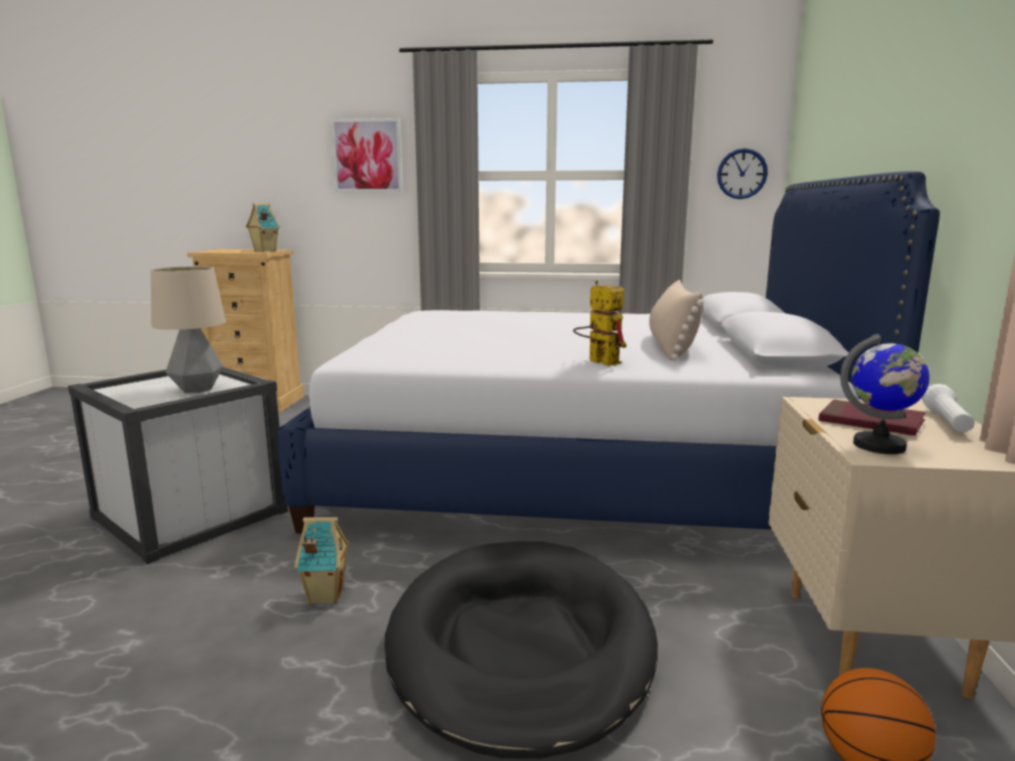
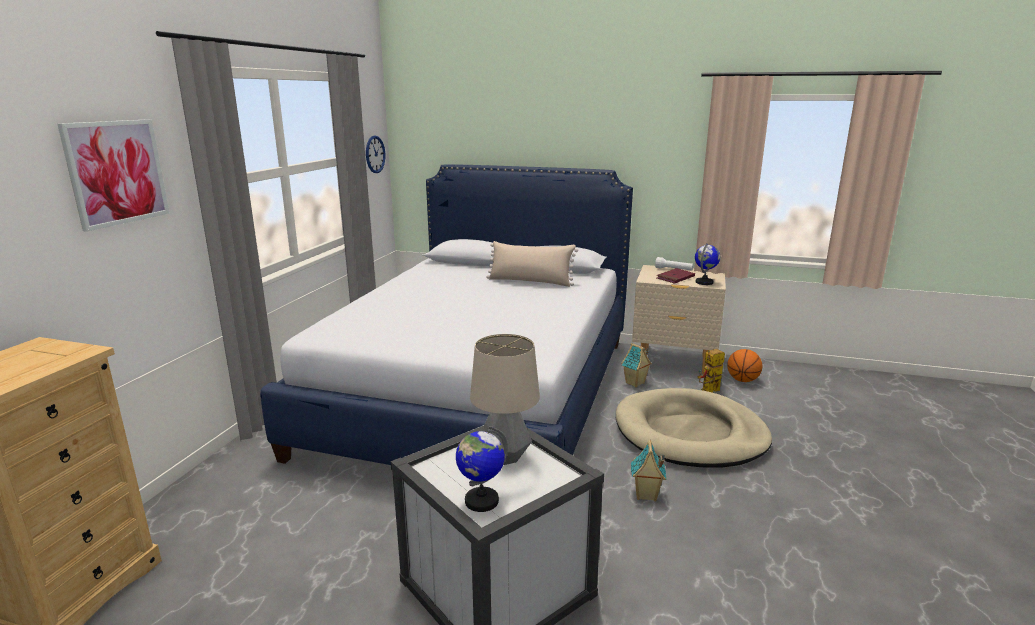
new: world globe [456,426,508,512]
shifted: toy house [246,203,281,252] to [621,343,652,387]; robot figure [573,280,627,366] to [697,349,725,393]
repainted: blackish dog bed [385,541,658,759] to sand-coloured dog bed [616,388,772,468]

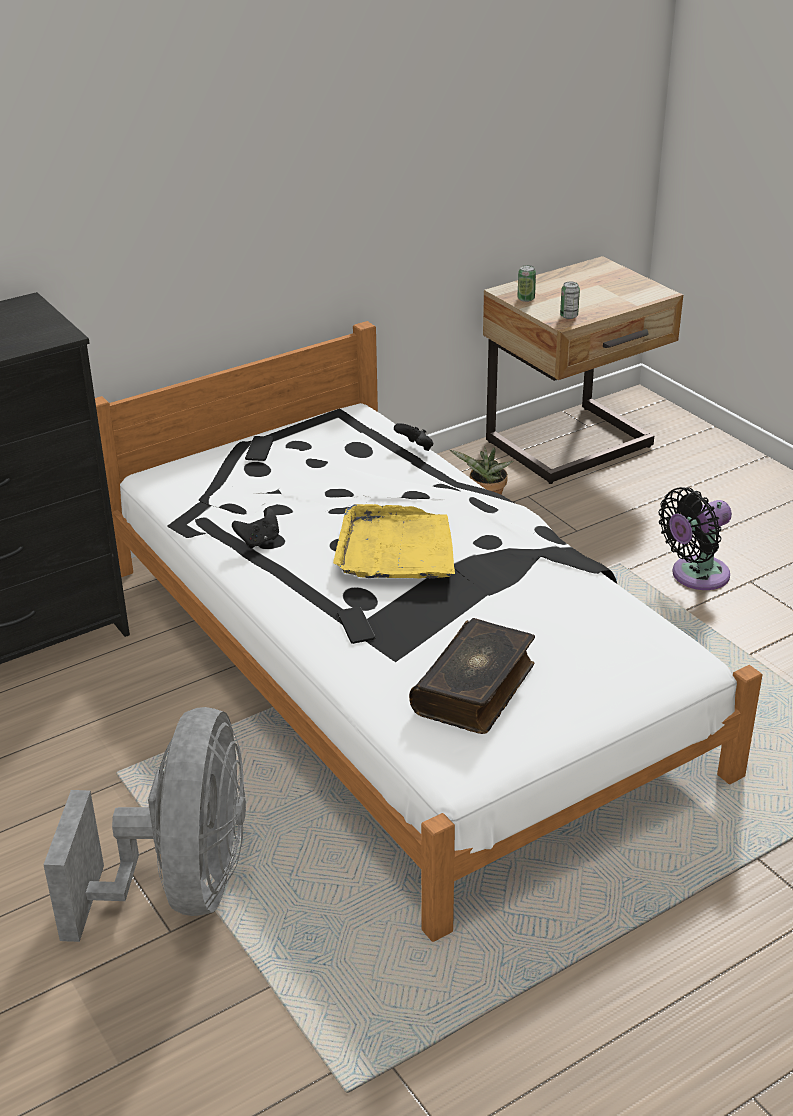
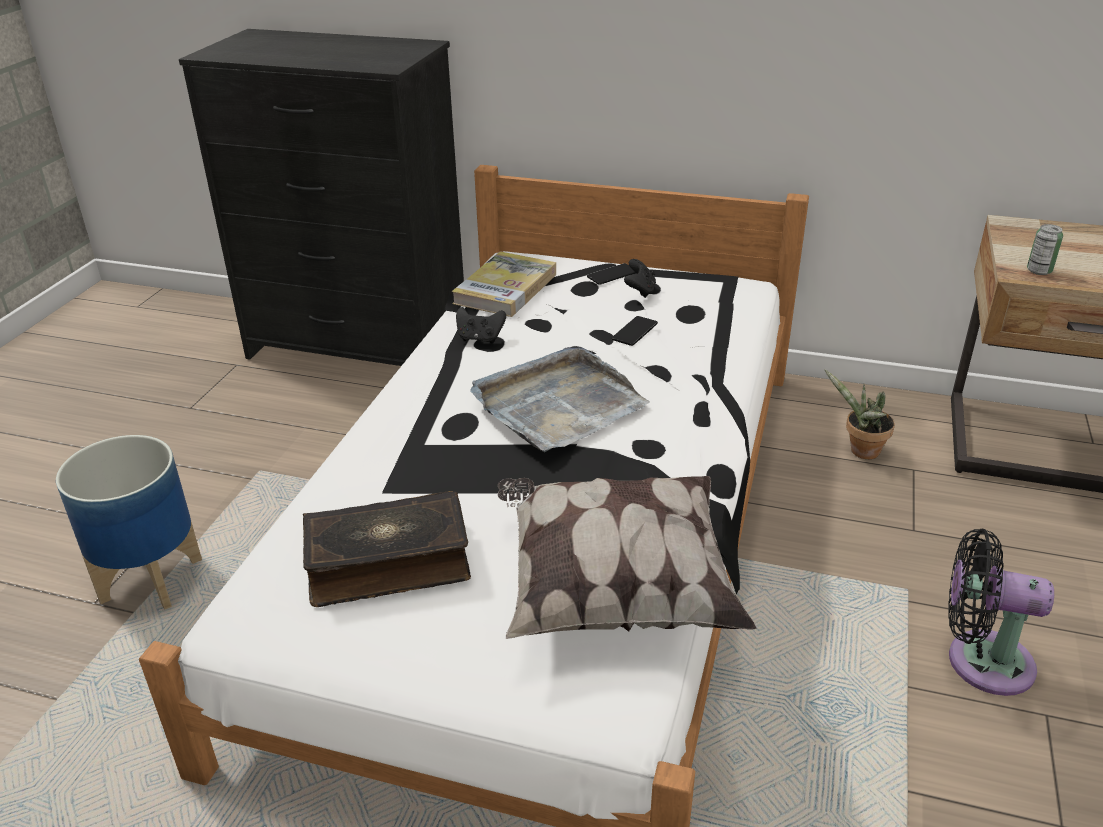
gone: metal can [517,265,536,302]
new: bound book [452,251,556,317]; throw pillow [498,476,757,639]
shifted: telephone [337,607,376,644] to [612,316,658,346]; blackish game controller [394,423,433,451] to [624,259,656,298]
swapped: grey electric fan [43,707,246,942] to planter [56,435,202,609]
repainted: yellow-coloured carrying tray [333,504,455,578] to grey carrying tray [470,347,649,452]

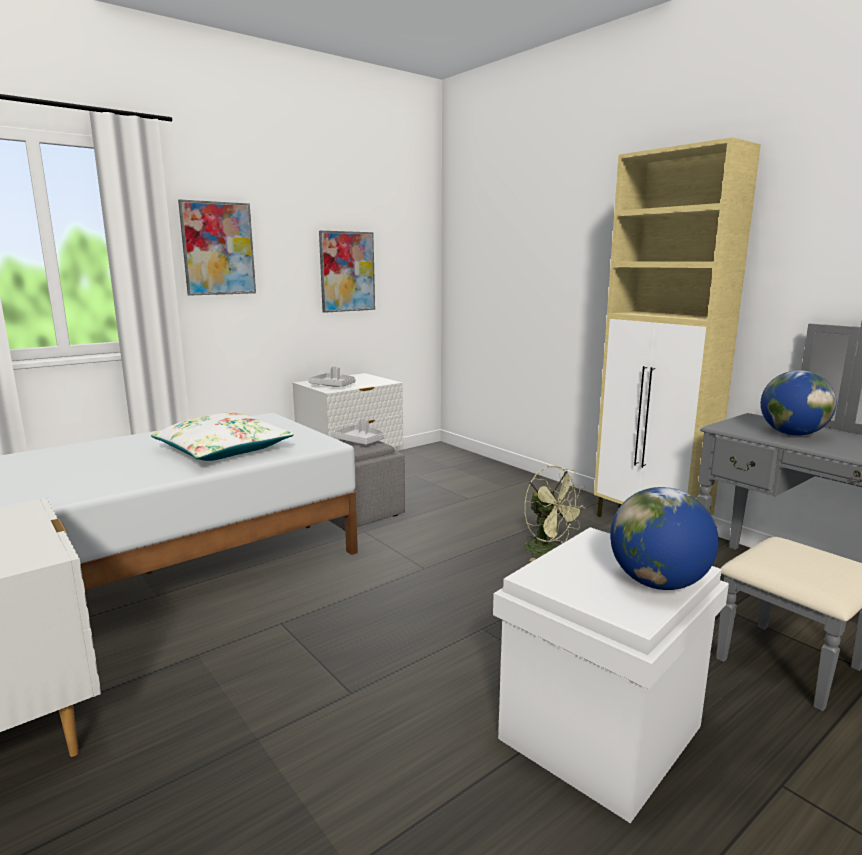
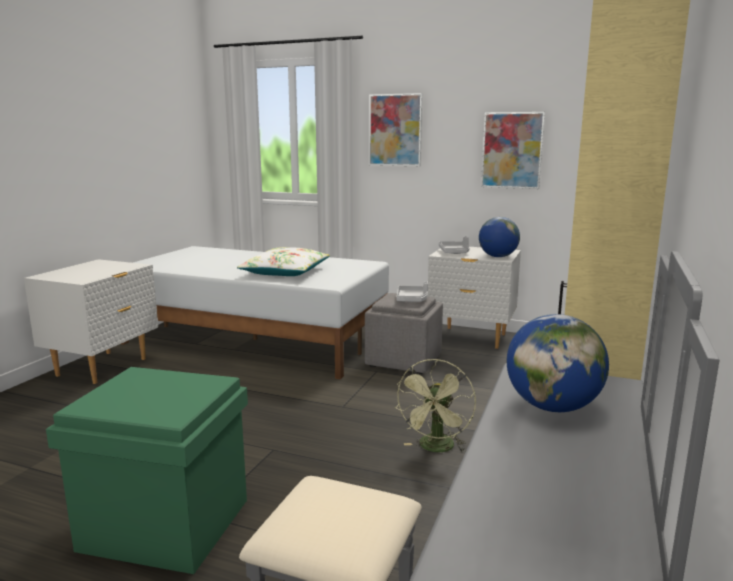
shifted: world globe [610,487,719,590] to [479,217,520,257]
repainted: white-coloured storage bin [493,527,729,823] to greenish storage bin [46,367,248,574]

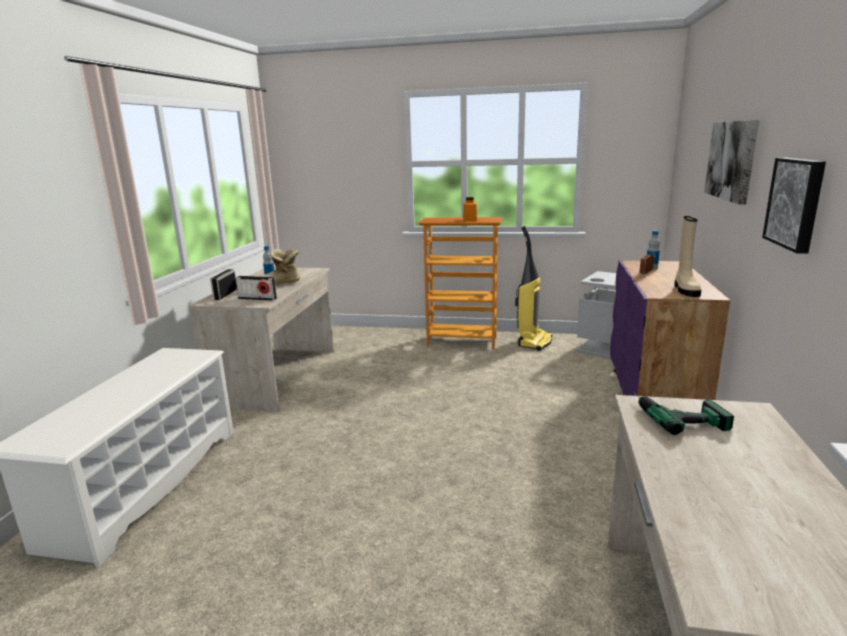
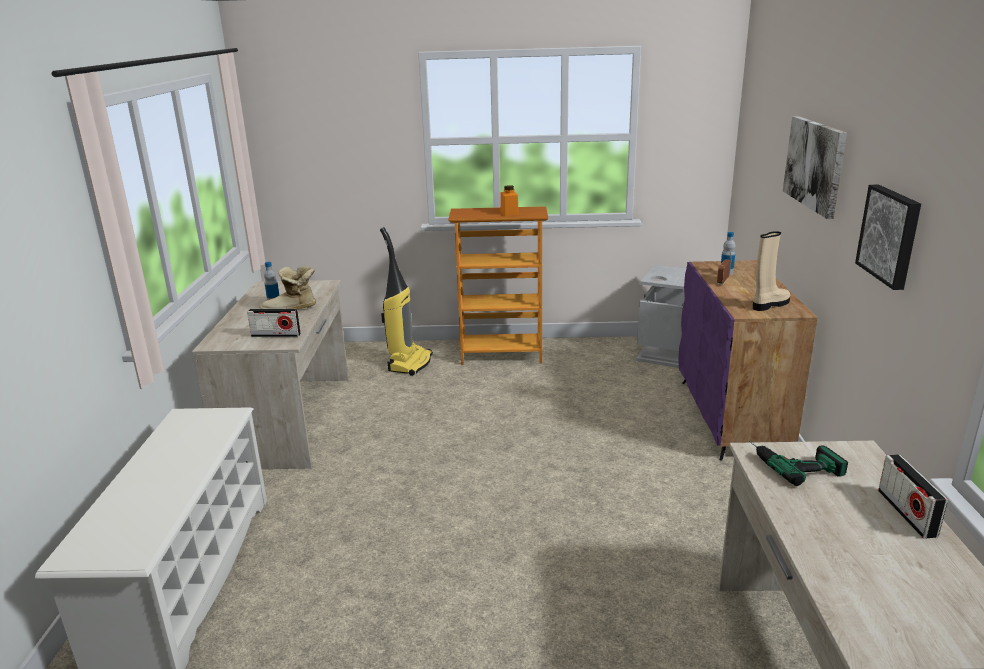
shifted: hoover [515,226,552,351] to [380,227,433,376]; radio set [210,269,237,300] to [878,454,948,538]
rotated: sand-coloured high-top boot [675,216,701,297] = [753,231,791,311] 120 degrees counterclockwise

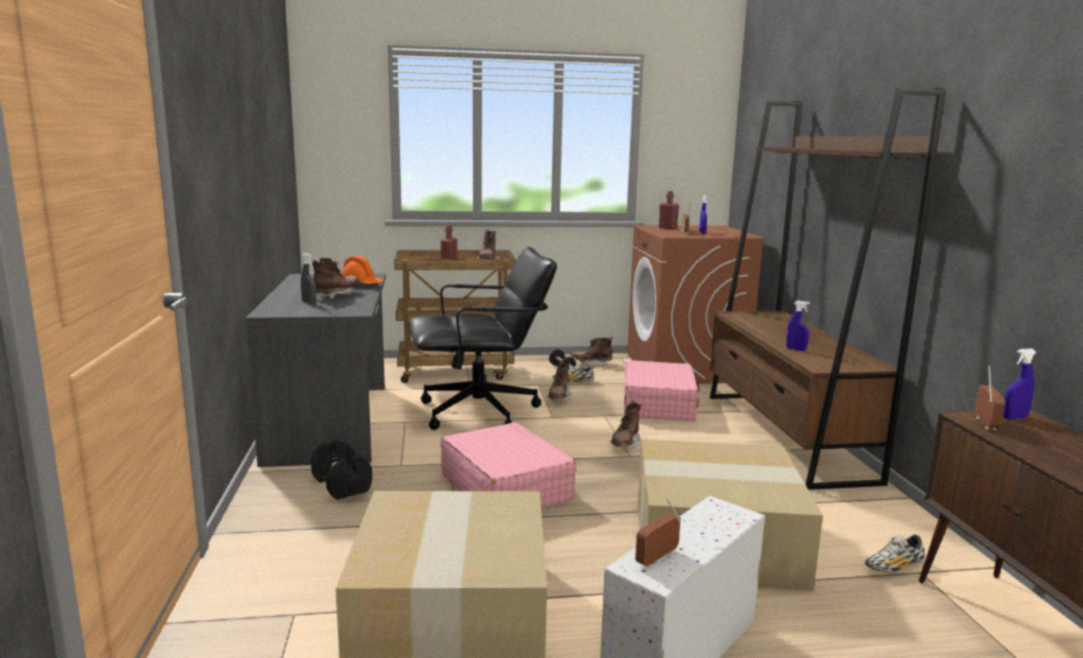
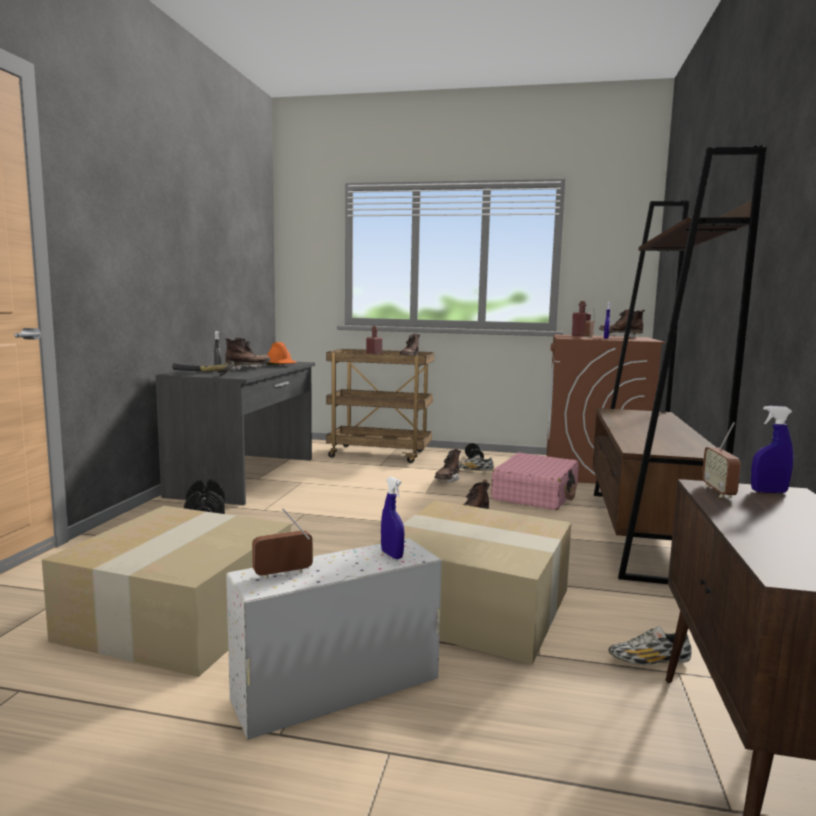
gone: blackish desk chair [408,247,557,430]; pinkish travel case [440,422,576,508]
new: hammer [172,361,235,376]
shifted: blue hand sprayer [786,301,810,351] to [381,477,404,559]; brown high-top boot [570,336,613,366] to [599,310,645,338]
rotated: radio set [975,366,1005,430] = [702,422,741,498] 150 degrees clockwise

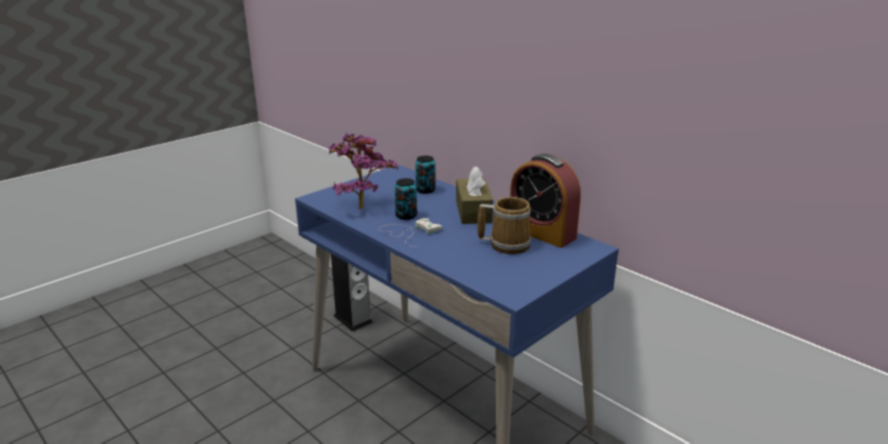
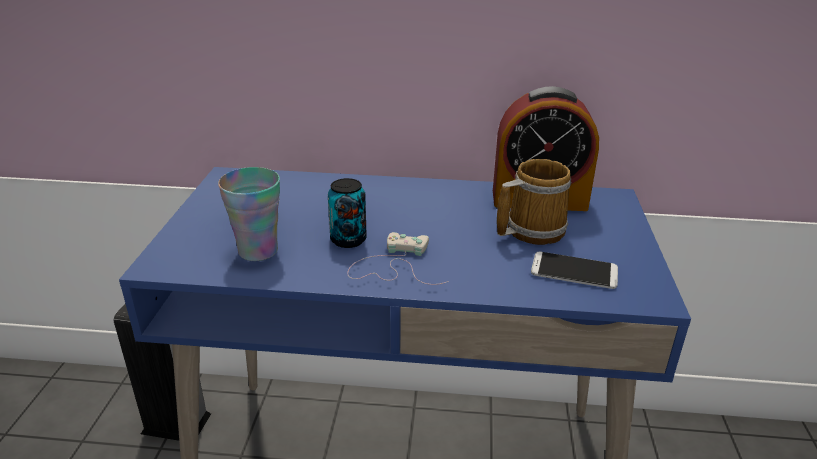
gone: metal can [415,156,436,194]; brown tissue holder [456,167,493,224]
new: telephone [531,252,618,289]
swapped: plant in a pot [329,133,398,210] to small cup [218,167,280,261]

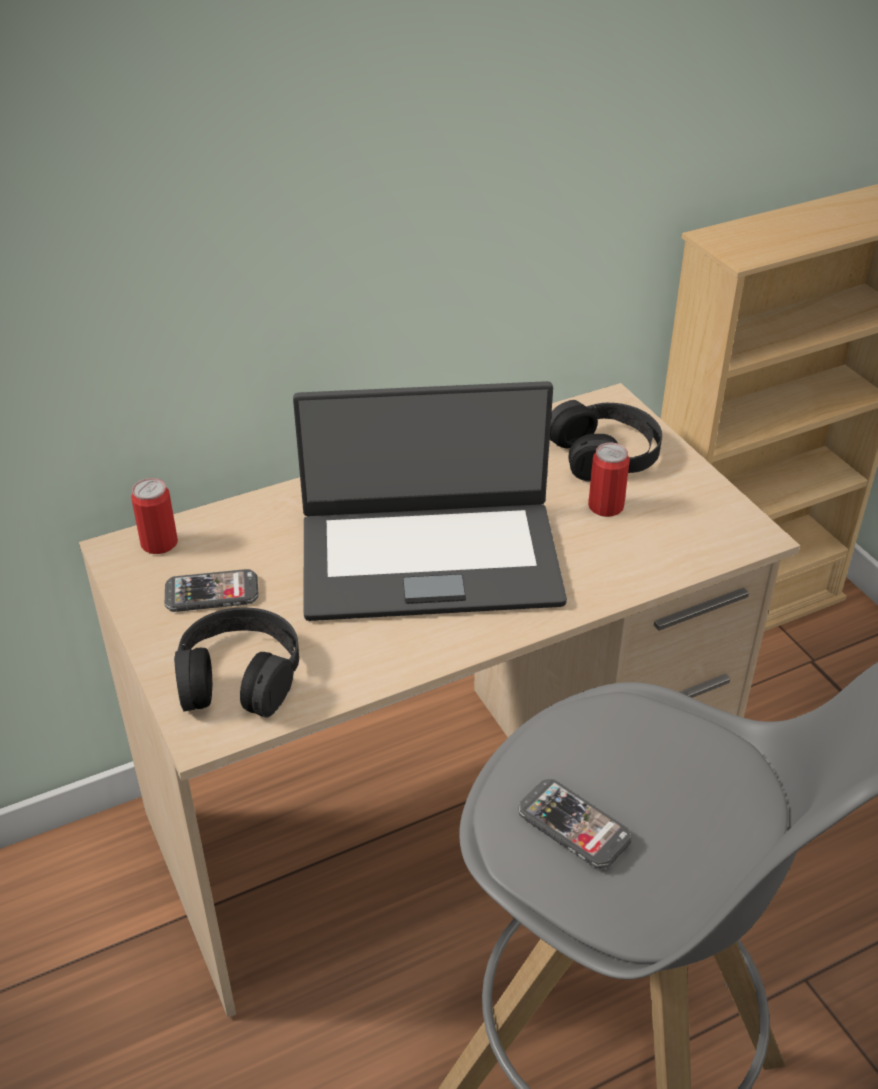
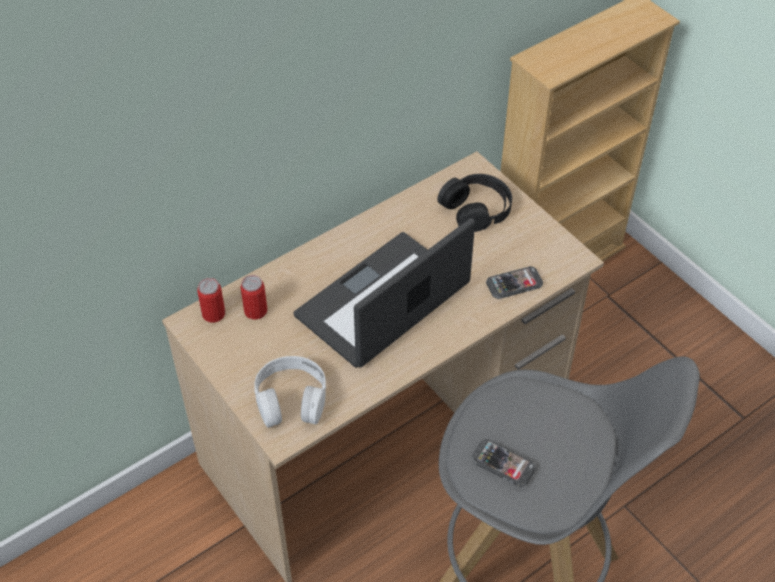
shifted: metal can [588,443,630,517] to [240,275,268,320]; telephone [165,569,259,612] to [486,266,543,299]
repainted: blackish pair of headphones [174,607,299,718] to white-coloured pair of headphones [254,356,326,428]
rotated: laptop [293,381,567,621] = [293,218,475,368] 150 degrees clockwise

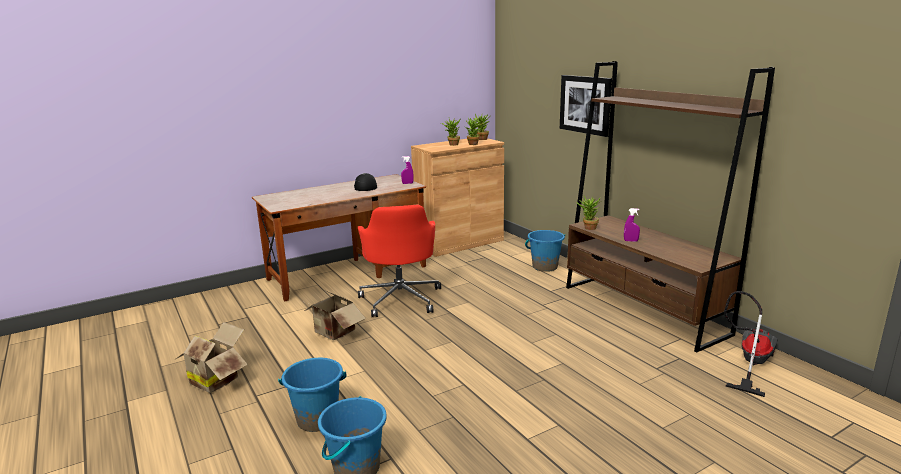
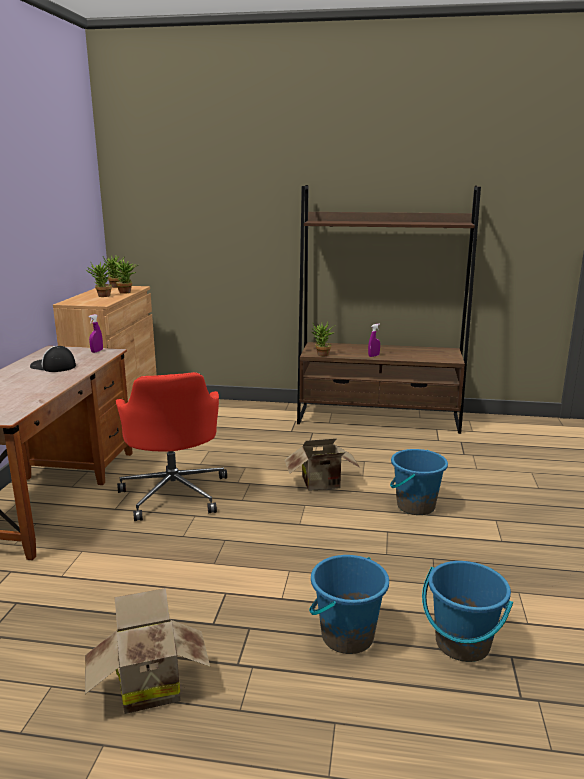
gone: wall picture [560,75,612,137]; hoover [724,291,778,397]
shifted: cardboard box [300,290,366,340] to [284,438,360,491]; blue pail [525,230,565,272] to [390,449,448,515]
rotated: red-coloured desk chair [358,205,441,317] = [116,372,227,521] 45 degrees clockwise

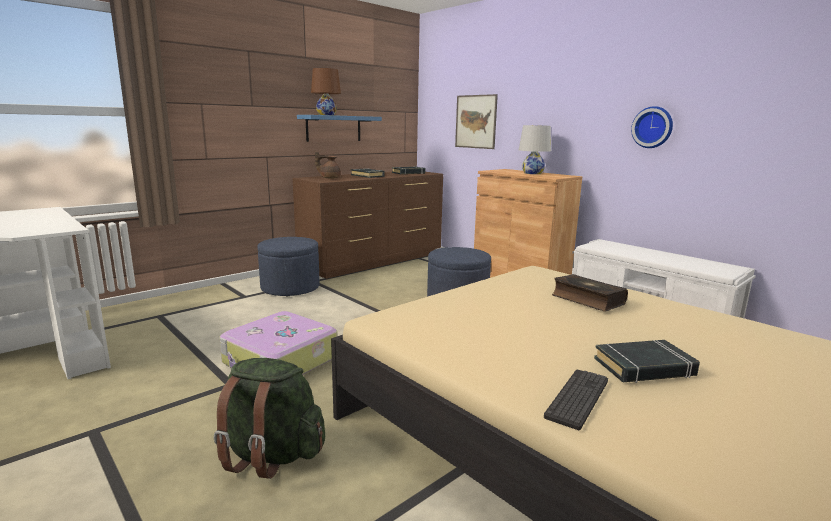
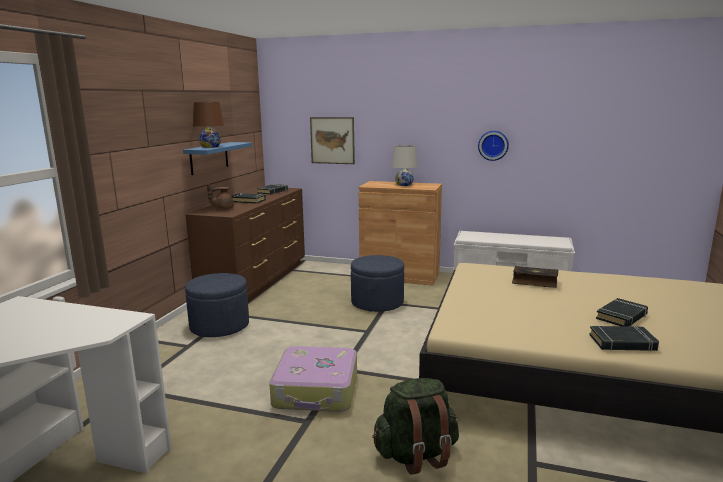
swapped: keyboard [544,370,608,430] to blackish bound book [589,326,659,351]

